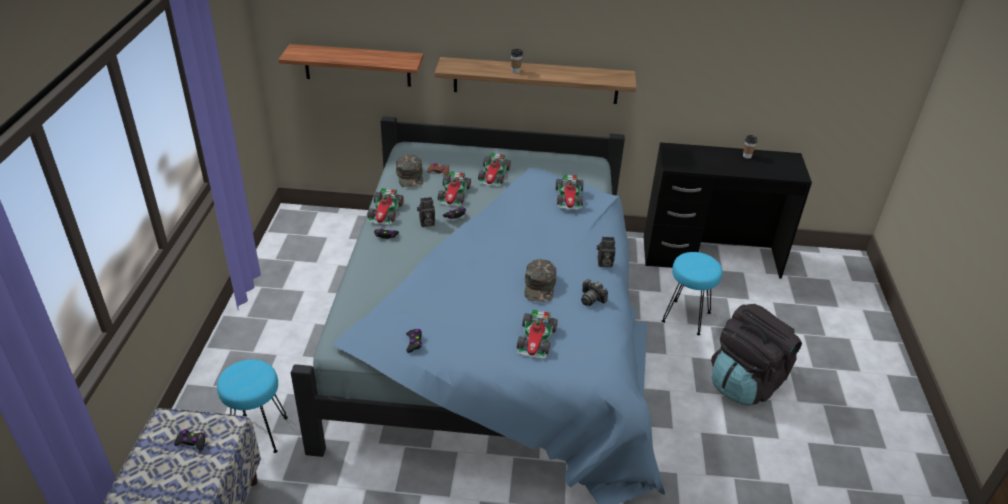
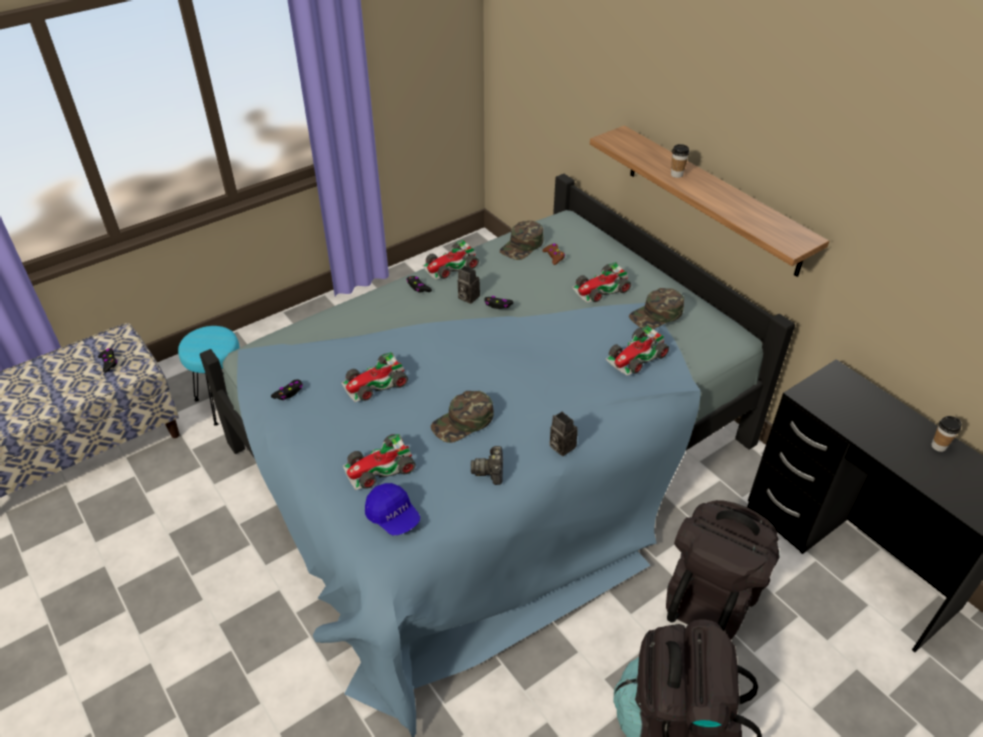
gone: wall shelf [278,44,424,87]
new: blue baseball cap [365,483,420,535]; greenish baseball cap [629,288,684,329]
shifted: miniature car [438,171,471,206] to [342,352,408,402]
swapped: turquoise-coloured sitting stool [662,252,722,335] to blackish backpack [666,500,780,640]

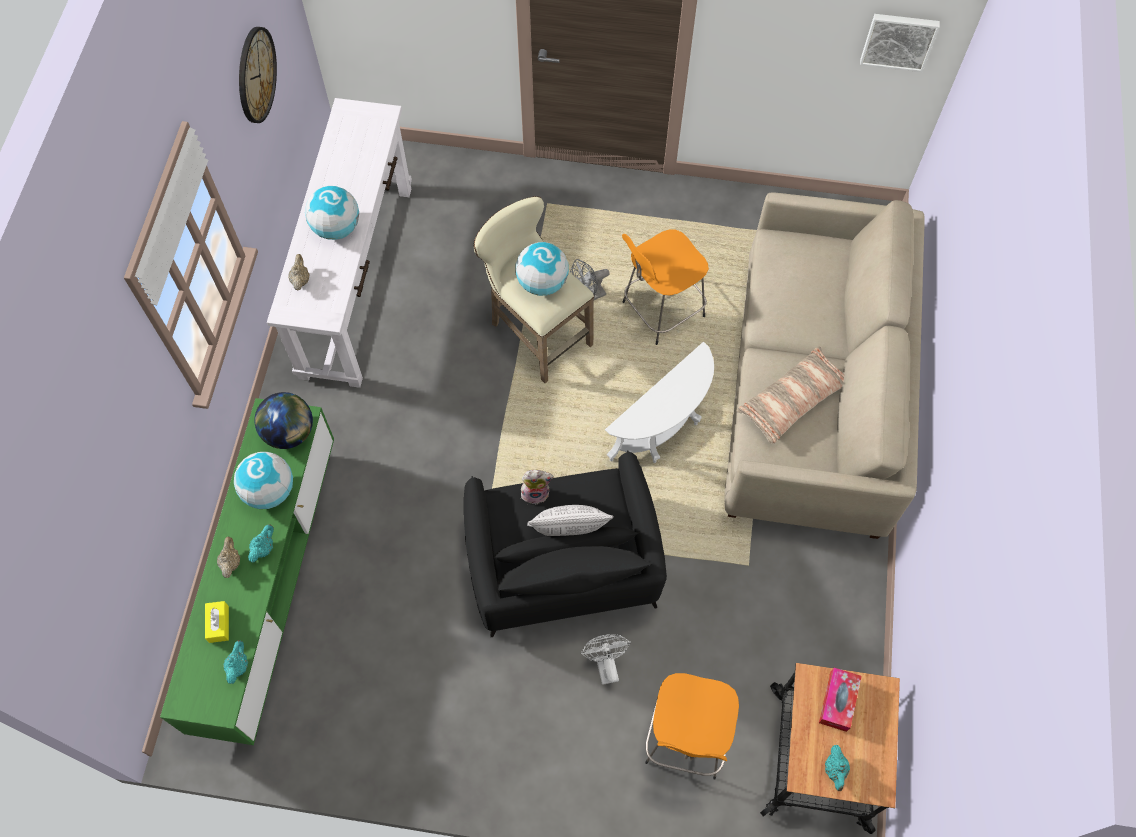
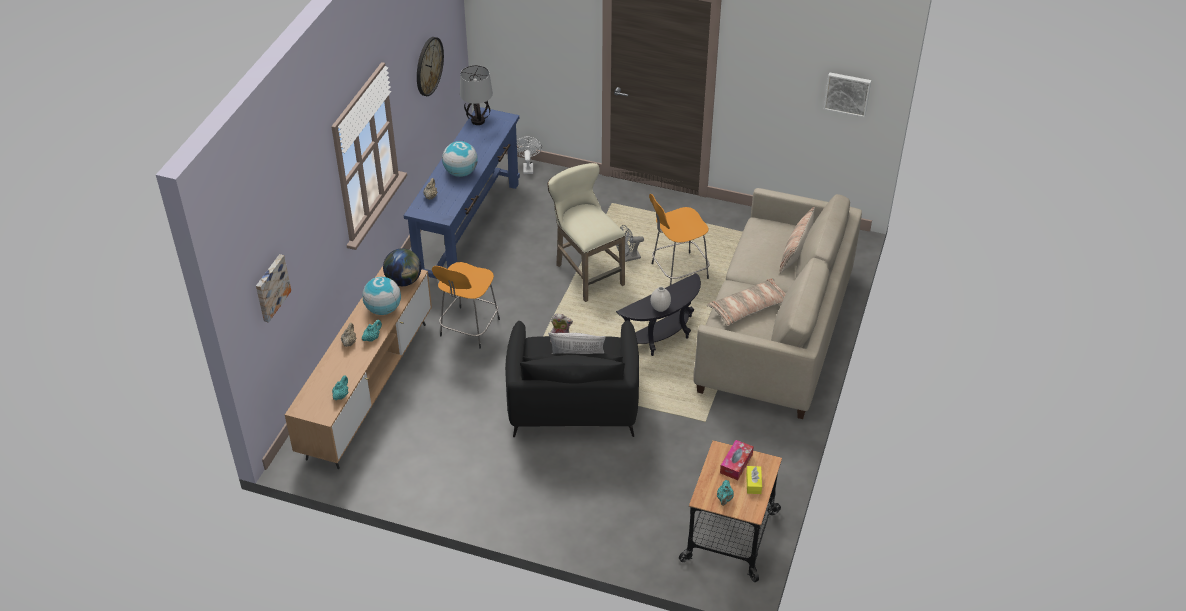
gone: world globe [516,242,569,296]
new: wall picture [256,254,291,323]; table lamp [460,65,493,125]; white-coloured vase [651,287,671,312]; throw pillow [779,207,815,274]
shifted: orangey sitting stool [645,673,739,780] to [432,262,500,349]; white-coloured electric fan [581,634,631,685] to [517,136,542,174]; yellow-coloured tissue holder [205,601,229,643] to [746,466,762,494]
repainted: greenish tv unit [160,398,334,745] to brown tv unit [285,266,432,469]; white-coloured console table [267,98,412,388] to blue console table [404,107,520,279]; white-coloured end table [605,342,714,463] to blackish end table [616,273,701,356]

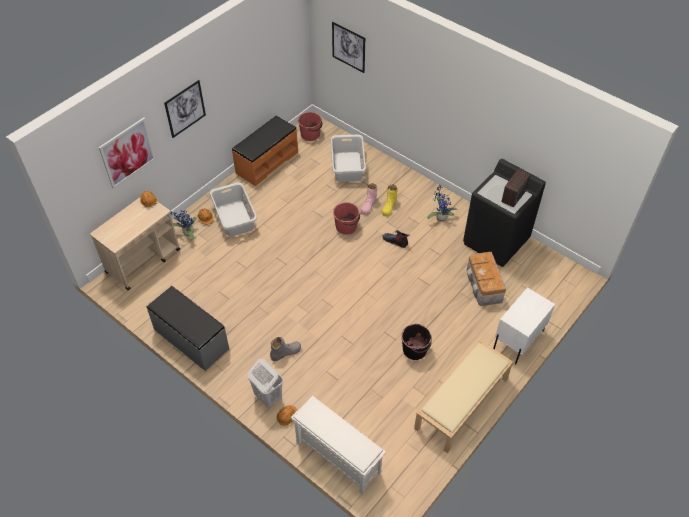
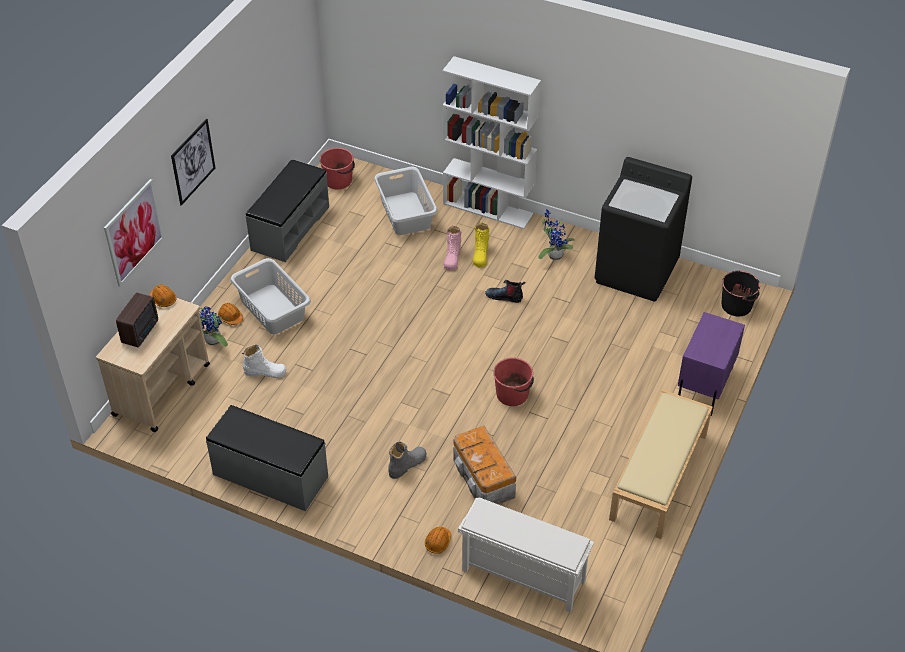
gone: white-coloured laundry basket [248,359,283,408]; wall picture [332,22,365,73]
new: white-coloured high-top boot [242,345,286,378]; white-coloured bookcase [442,56,541,229]
shifted: radio set [502,169,531,207] to [116,292,158,347]; storage bin [467,251,506,306] to [454,425,516,504]; red-coloured pail [333,202,360,235] to [493,357,534,406]; blackish pail [401,324,432,360] to [722,271,760,316]
repainted: orangey long seat [232,115,298,186] to grey long seat [245,159,329,262]; white-coloured night table [493,287,555,365] to purple night table [678,312,745,416]

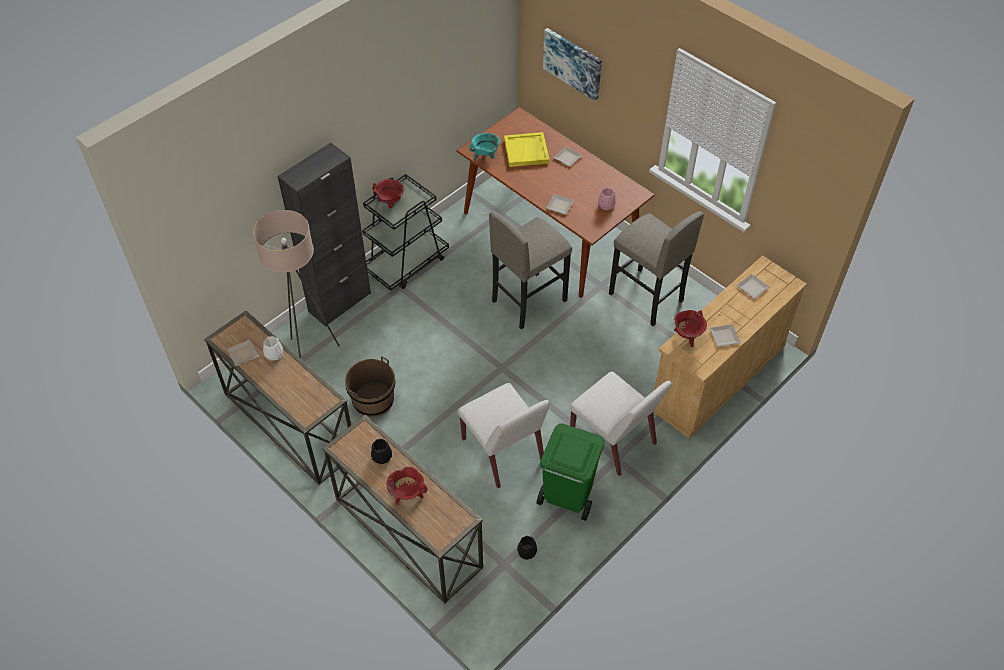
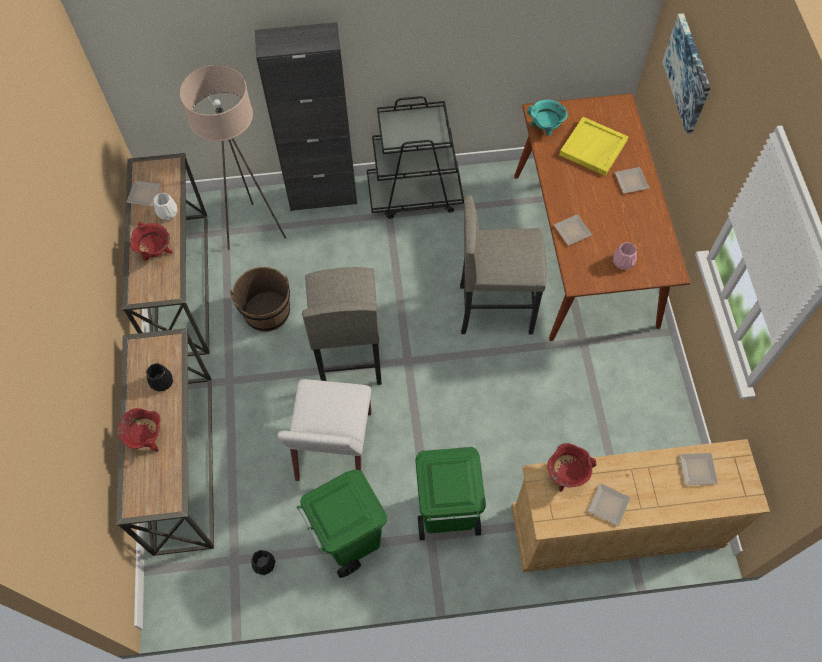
shifted: red-coloured saucepot [372,179,405,208] to [130,222,172,261]; grey sitting stool [609,211,704,326] to [302,267,382,385]
swapped: white-coloured upright chair [569,371,672,476] to greenish waste bin [415,447,486,540]

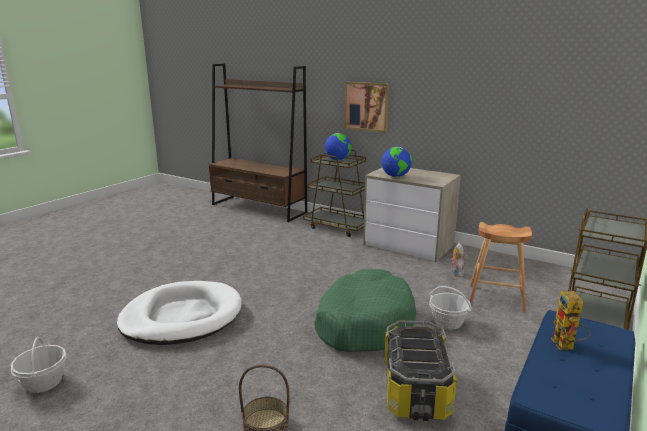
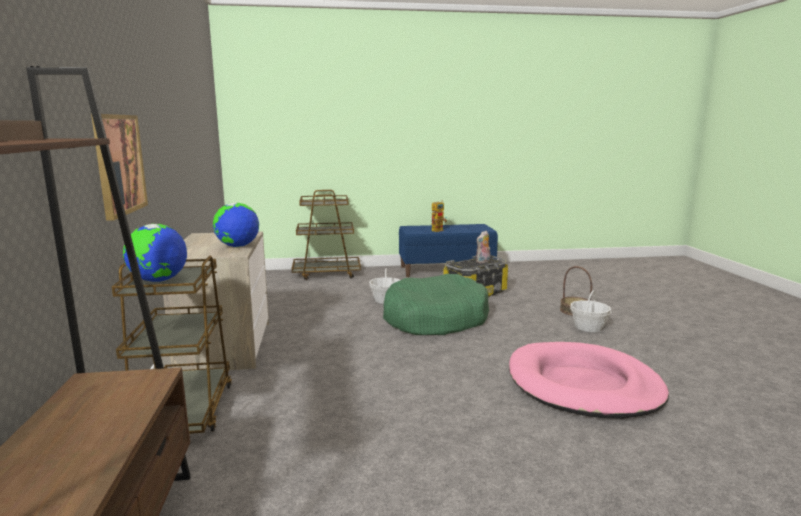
gone: brown sitting stool [469,222,532,312]
shifted: soft toy [450,243,465,277] to [476,231,490,263]; storage basket [11,337,66,393] to [570,290,611,332]
repainted: white-coloured dog bed [117,281,242,345] to pinkish dog bed [509,342,669,419]

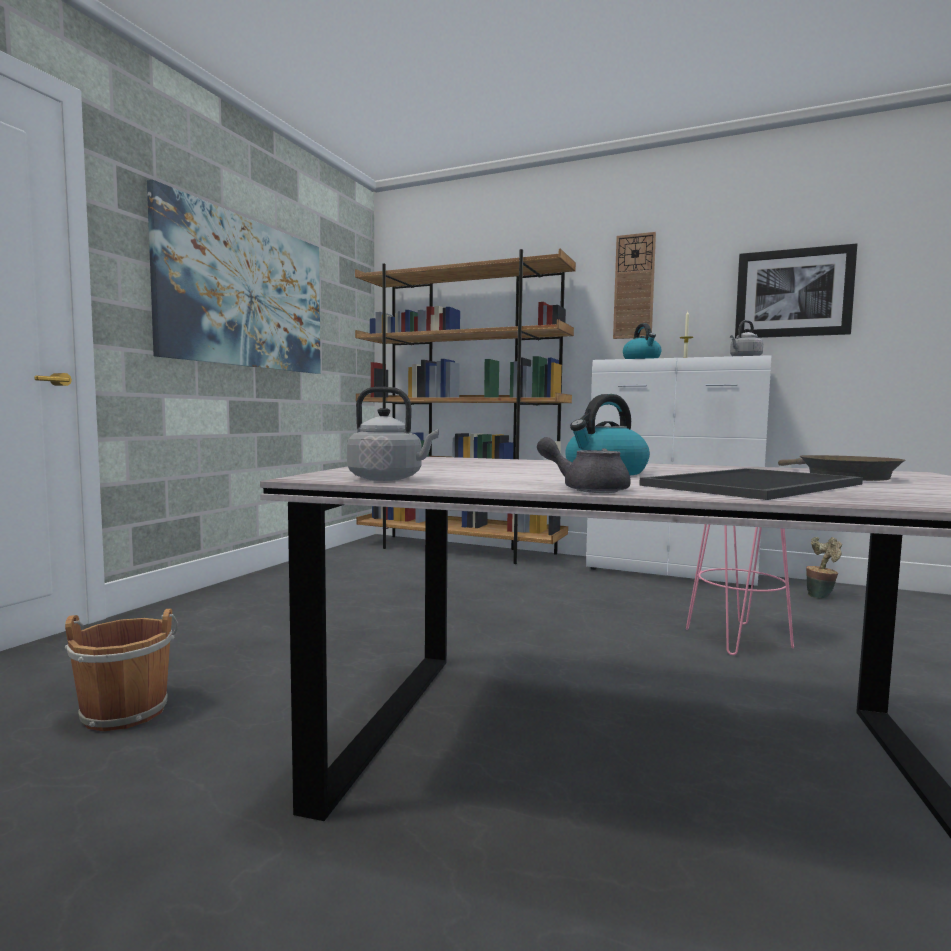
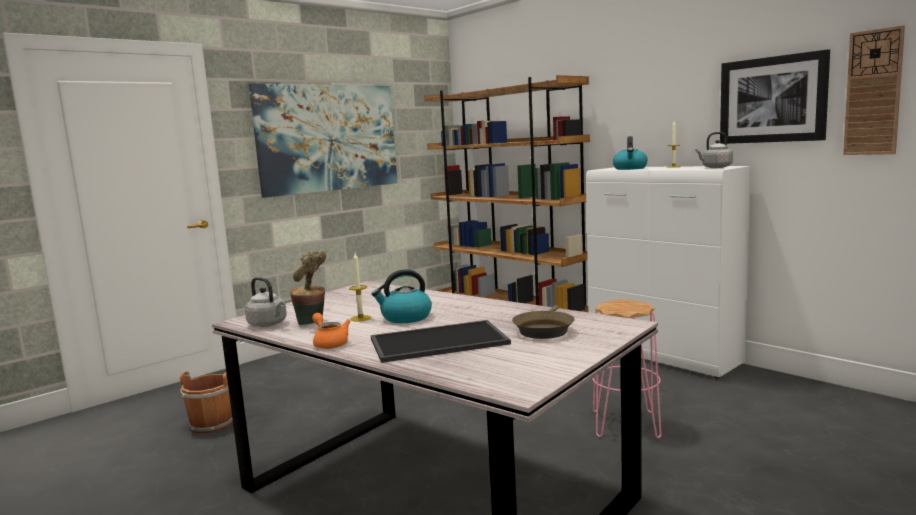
new: wax candle [349,253,371,322]
shifted: plant in a pot [806,537,842,599] to [290,251,326,325]; clock on the wall [613,232,656,339] to [843,25,905,155]
repainted: grey teapot [537,437,631,493] to orangey teapot [312,313,350,349]

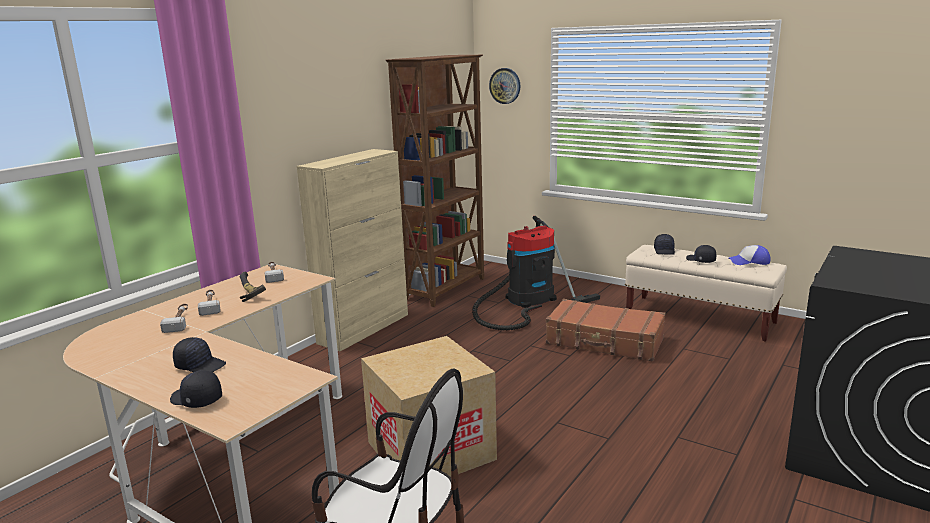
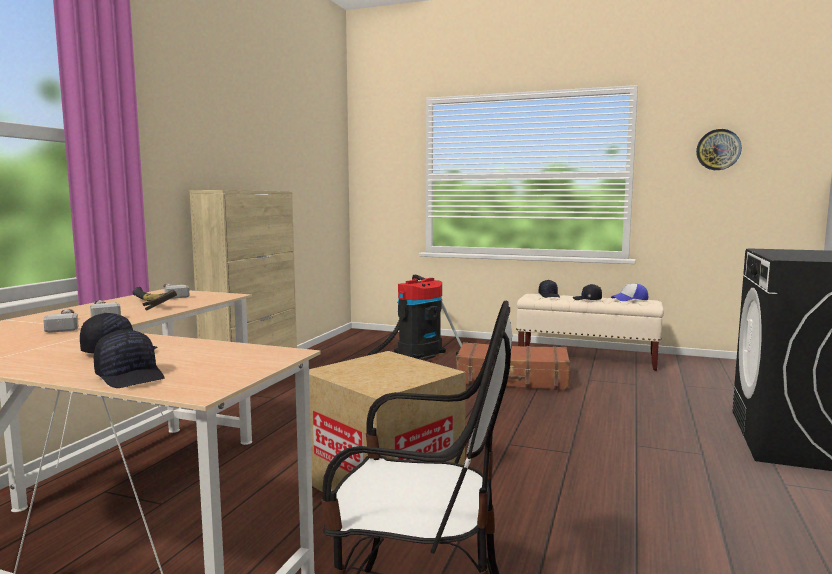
gone: brown bookcase [386,55,484,307]
shifted: clock on the wall [489,68,520,104] to [696,129,742,170]
rotated: blackish baseball cap [170,370,222,408] = [94,329,165,388] 150 degrees counterclockwise

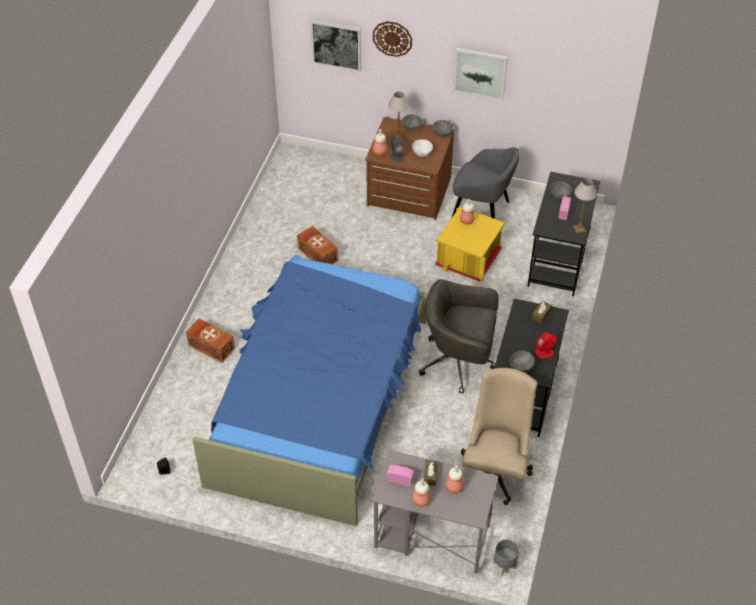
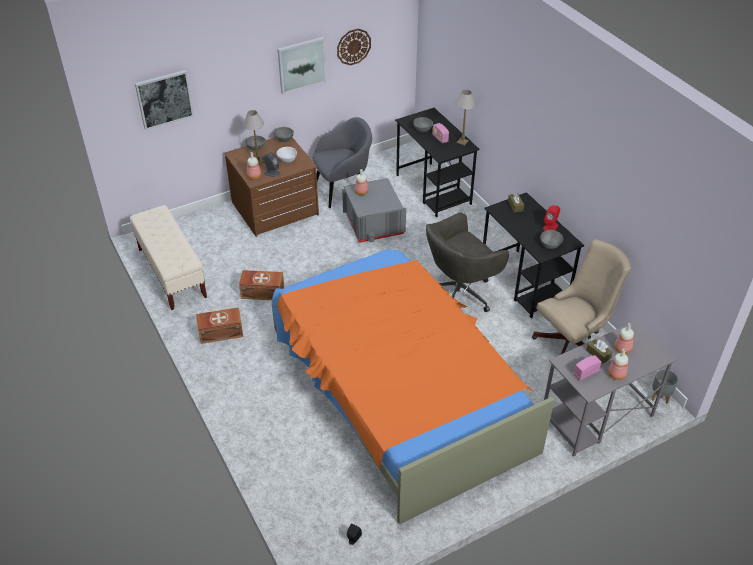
new: sand-coloured long seat [130,205,207,310]
shifted: brown storage bin [186,319,235,363] to [196,307,243,344]; clock on the wall [373,21,412,57] to [337,29,371,65]
repainted: blue bedroom bed [192,255,428,526] to orangey bedroom bed [271,249,555,524]; yellow-coloured storage bin [435,206,505,282] to grey storage bin [342,178,406,243]
rotated: sand-coloured desk chair [461,368,537,505] = [532,239,631,355] 90 degrees clockwise

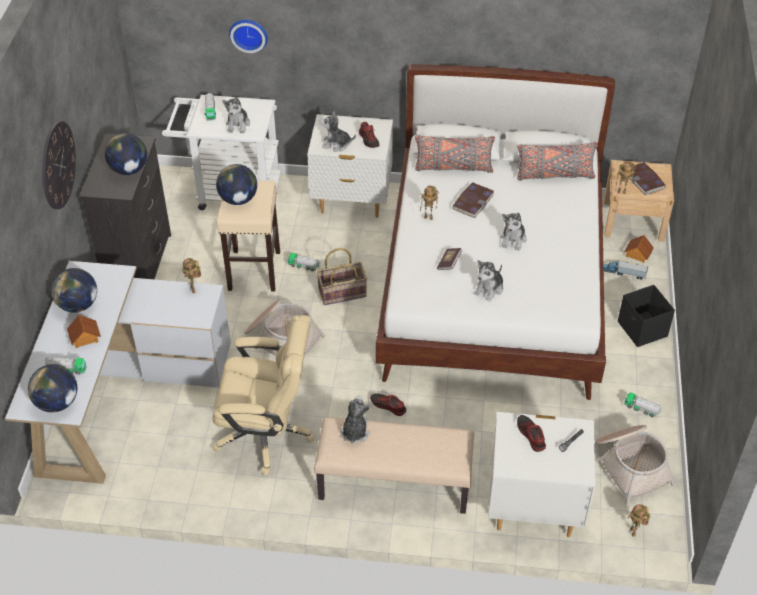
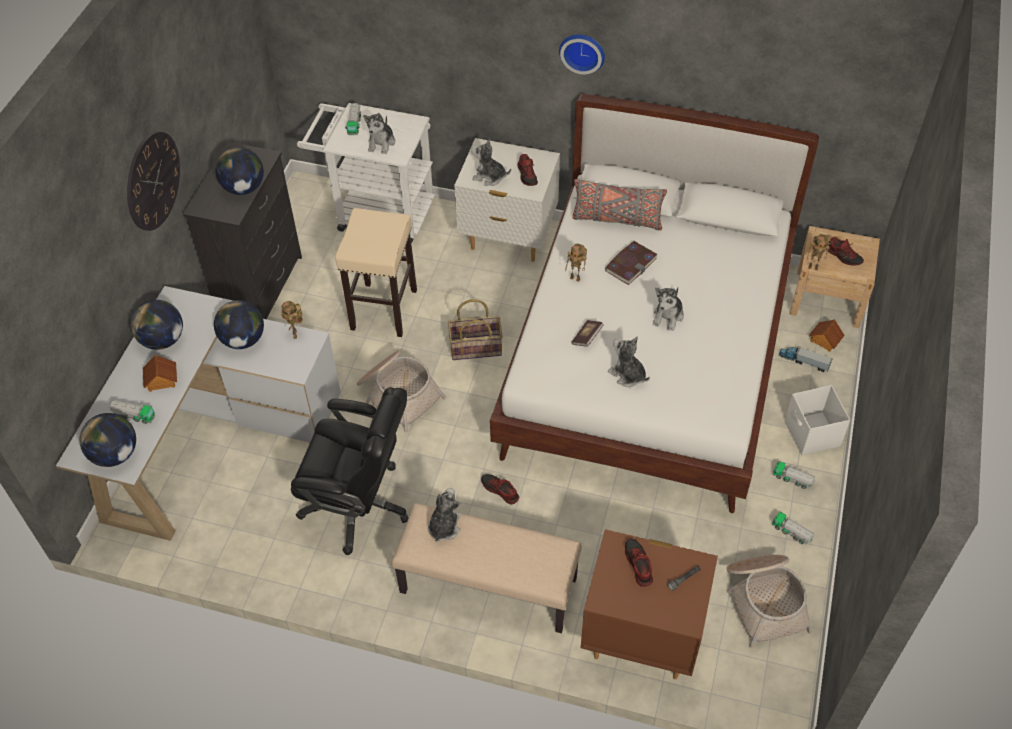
gone: grey throw pillow [517,142,597,181]; robot figure [627,504,650,537]
shifted: world globe [216,164,257,205] to [214,300,264,349]; clock on the wall [229,20,268,53] to [559,34,605,74]; toy truck [288,253,320,271] to [773,461,815,489]
swapped: bound book [629,162,666,195] to shoe [826,237,864,266]
repainted: sand-coloured desk chair [212,315,314,475] to blackish desk chair [291,387,408,555]; white-coloured night table [488,412,596,537] to brown night table [581,529,718,679]; blackish storage bin [618,285,675,347] to white-coloured storage bin [785,385,850,455]
rotated: soft toy [474,260,503,302] = [608,336,650,387] 90 degrees clockwise

